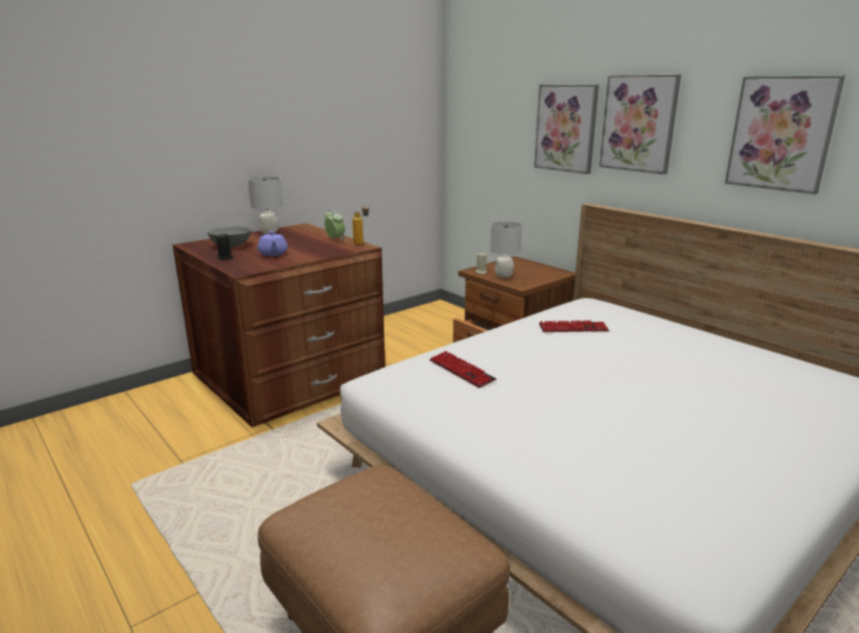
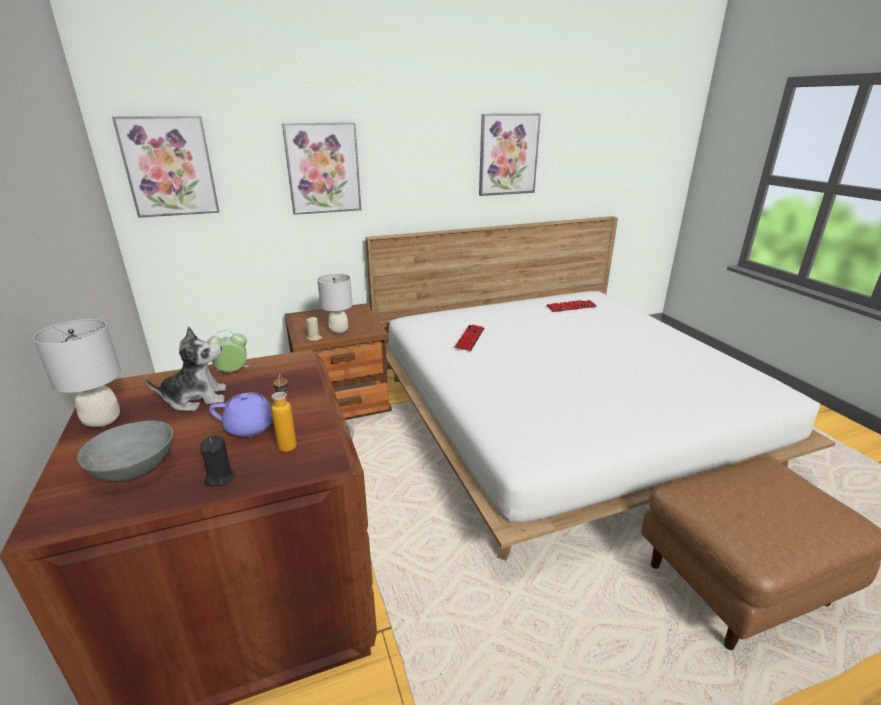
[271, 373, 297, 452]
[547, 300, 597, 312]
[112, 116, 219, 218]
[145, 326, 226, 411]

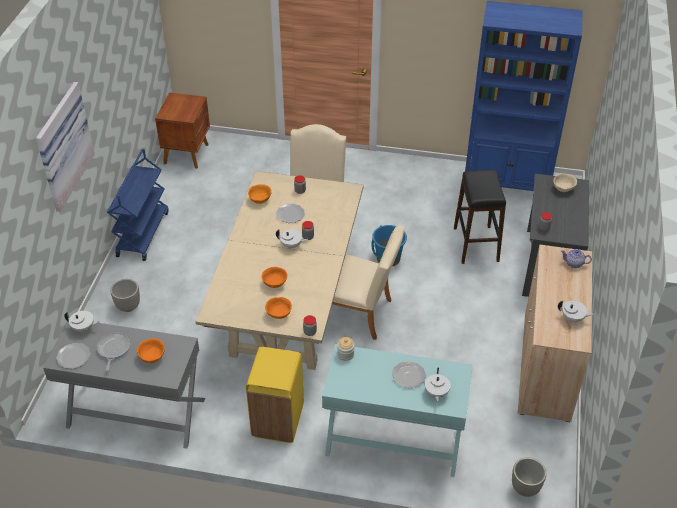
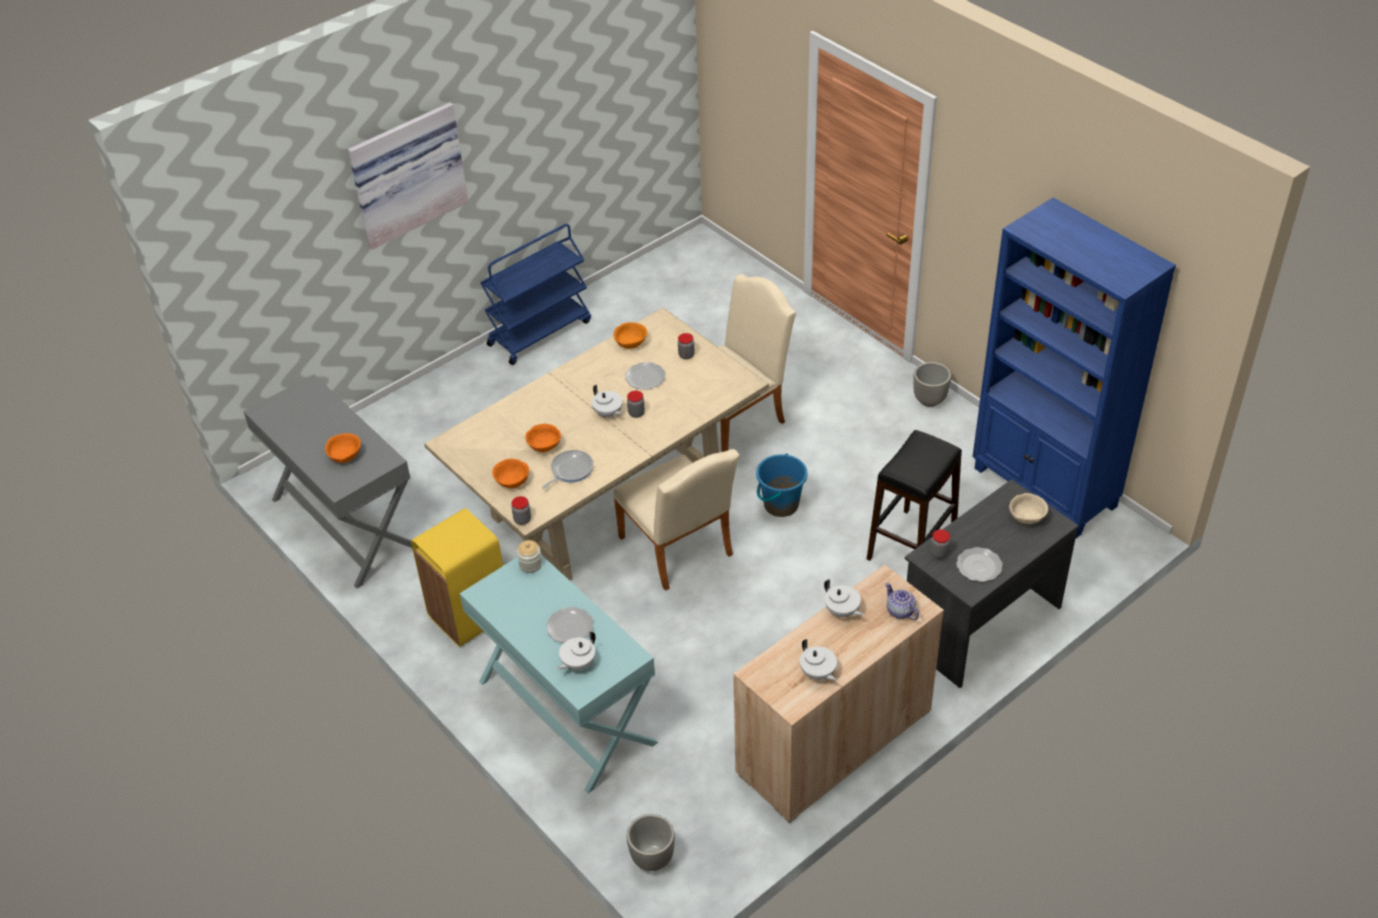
[956, 547, 1003, 582]
[824, 579, 864, 617]
[542, 450, 593, 489]
[913, 362, 951, 407]
[155, 92, 210, 169] (first image)

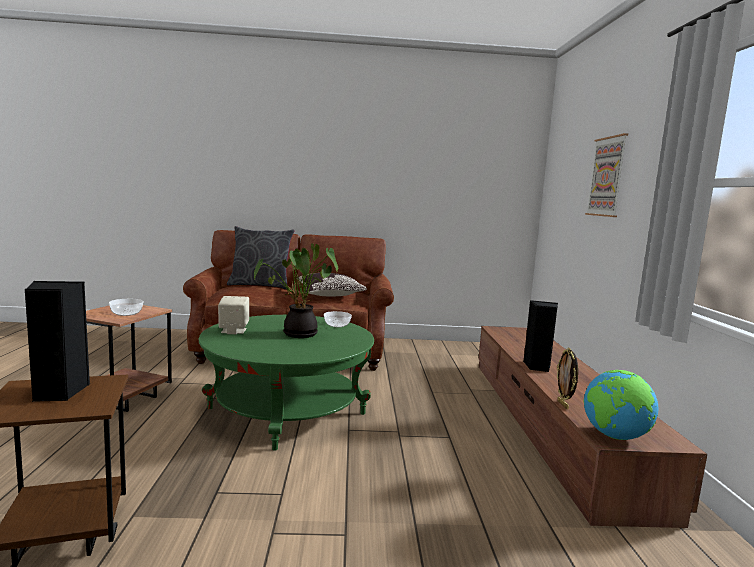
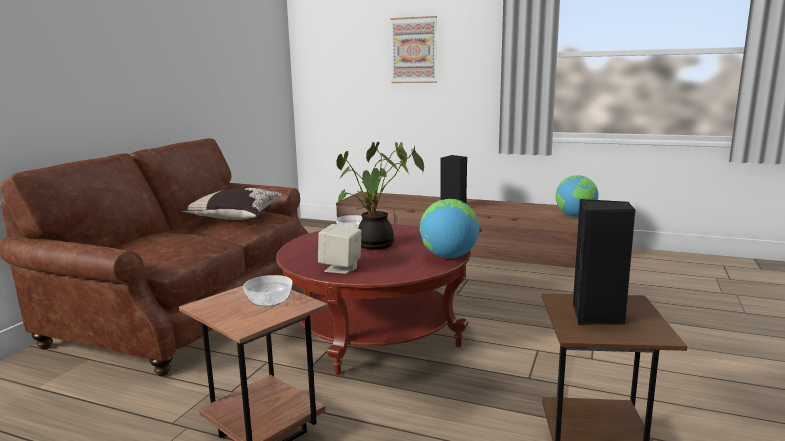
[276, 224, 471, 375]
[227, 226, 294, 290] (first image)
[557, 348, 578, 409] (first image)
[420, 199, 479, 258]

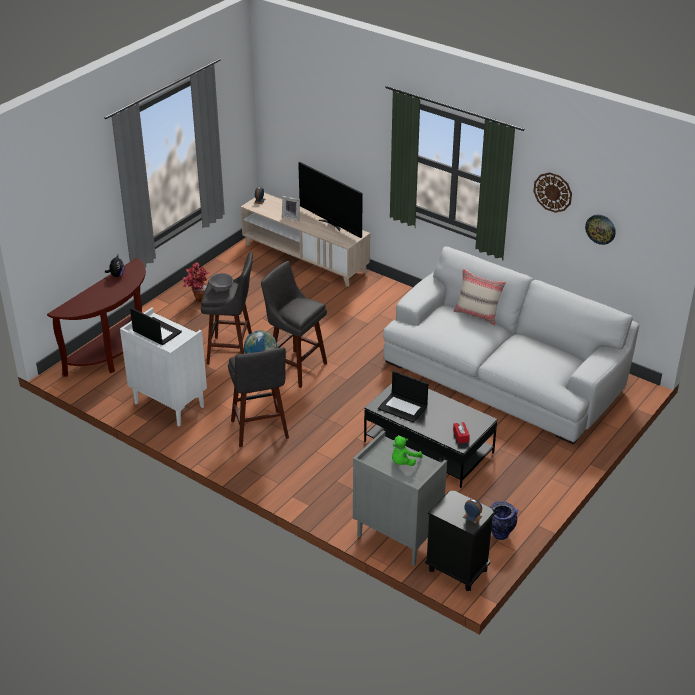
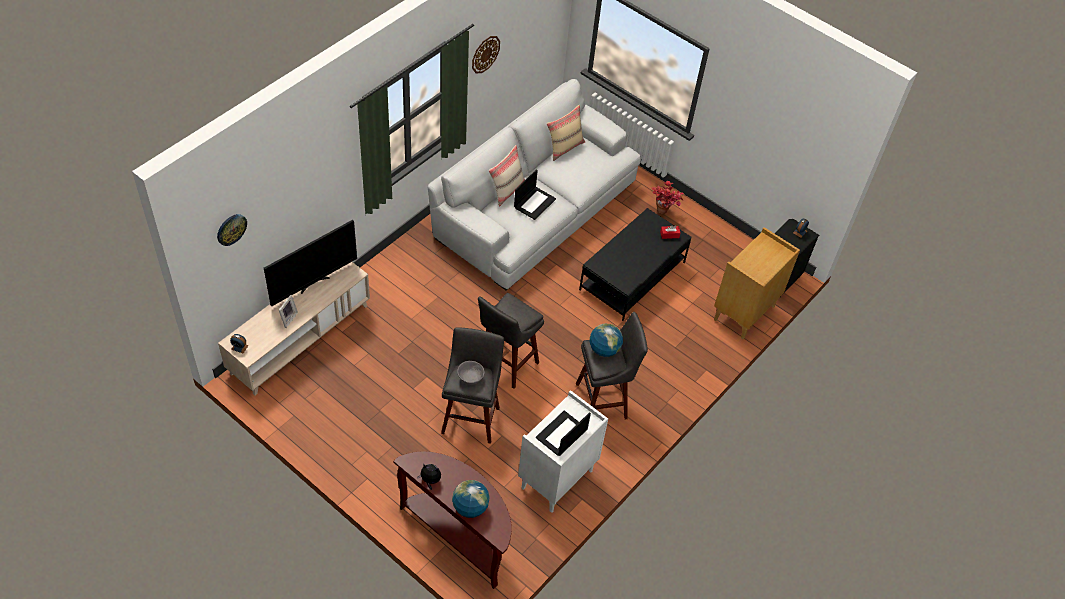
[652, 181, 684, 214]
[714, 227, 800, 339]
[514, 169, 556, 220]
[392, 436, 422, 466] (first image)
[490, 501, 518, 540] (first image)
[217, 214, 247, 246]
[452, 480, 490, 518]
[547, 105, 585, 161]

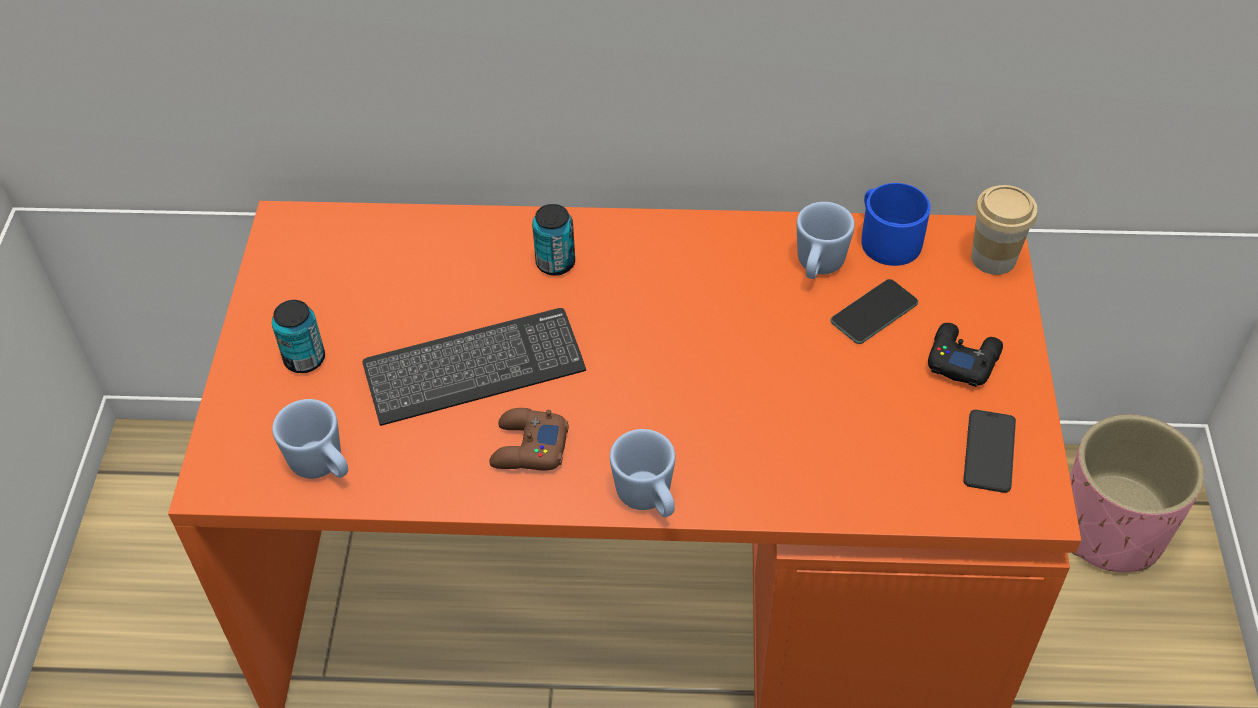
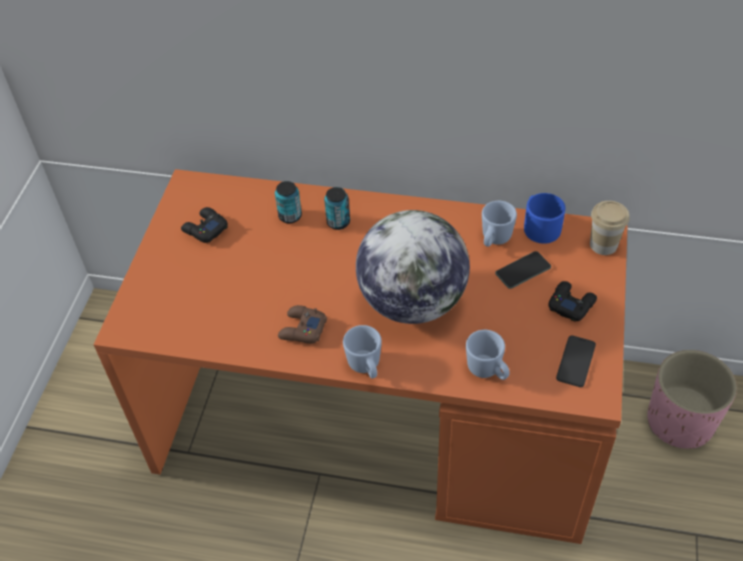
[275, 181, 302, 224]
[466, 330, 510, 380]
[363, 308, 586, 426] (first image)
[181, 207, 228, 243]
[356, 210, 470, 324]

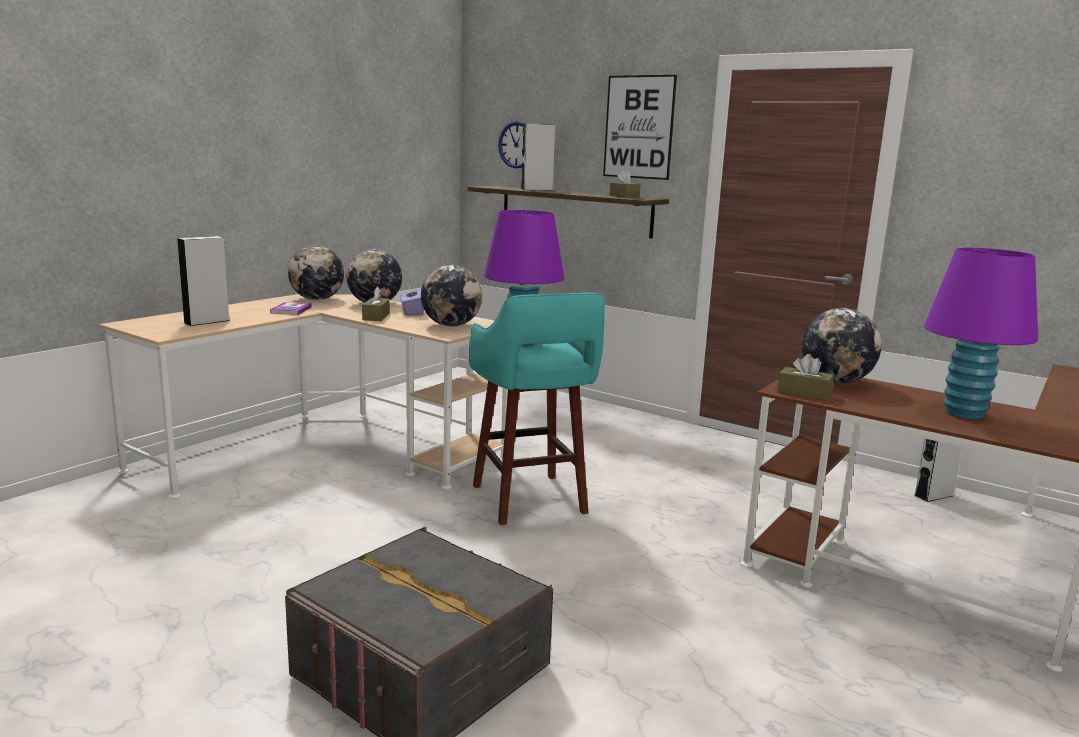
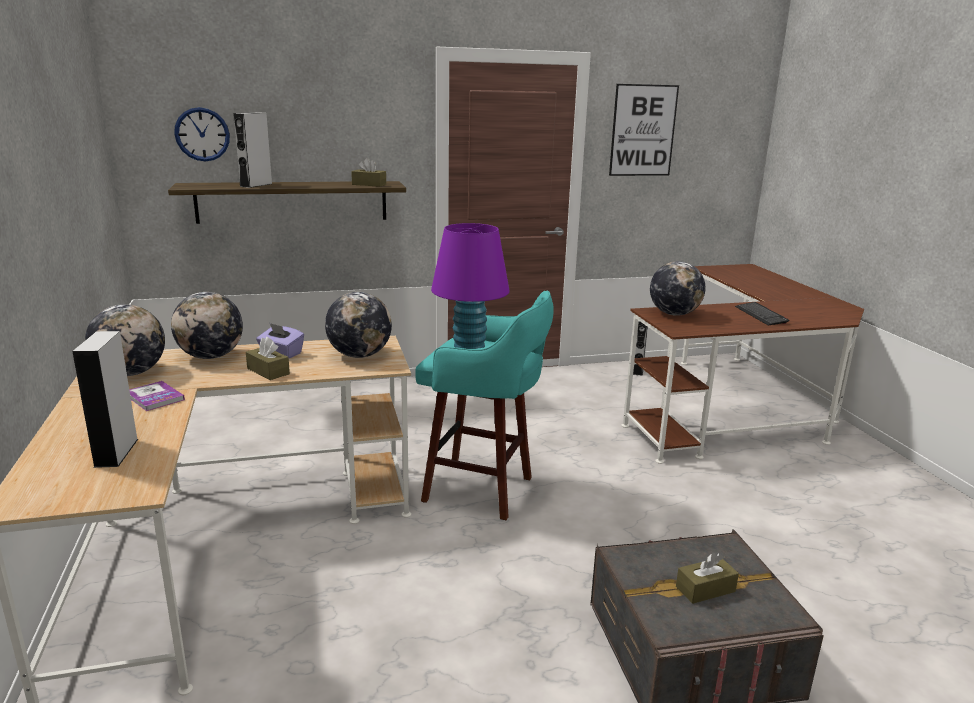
[609, 84, 679, 176]
[676, 553, 739, 604]
[735, 302, 789, 325]

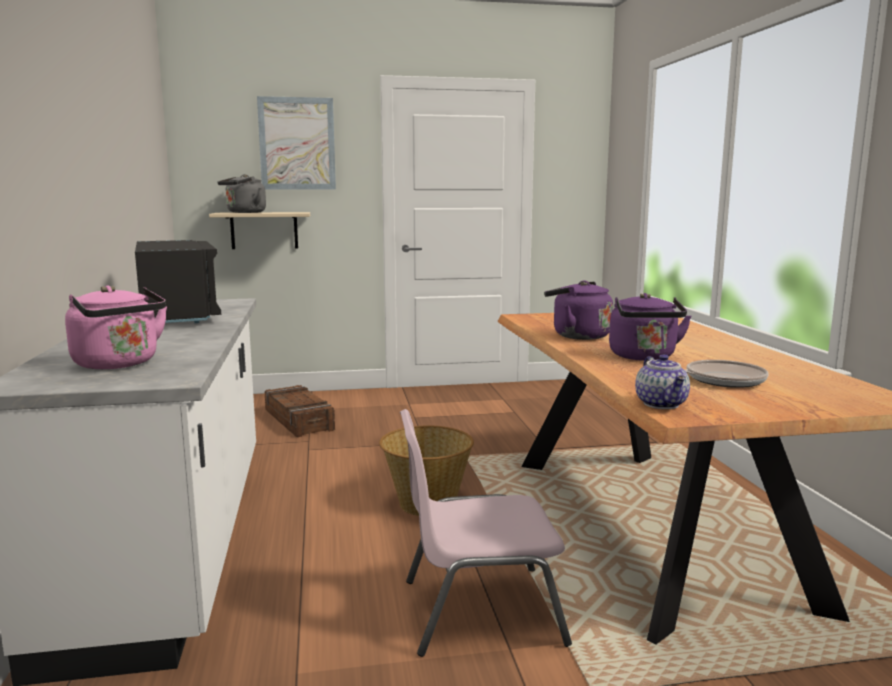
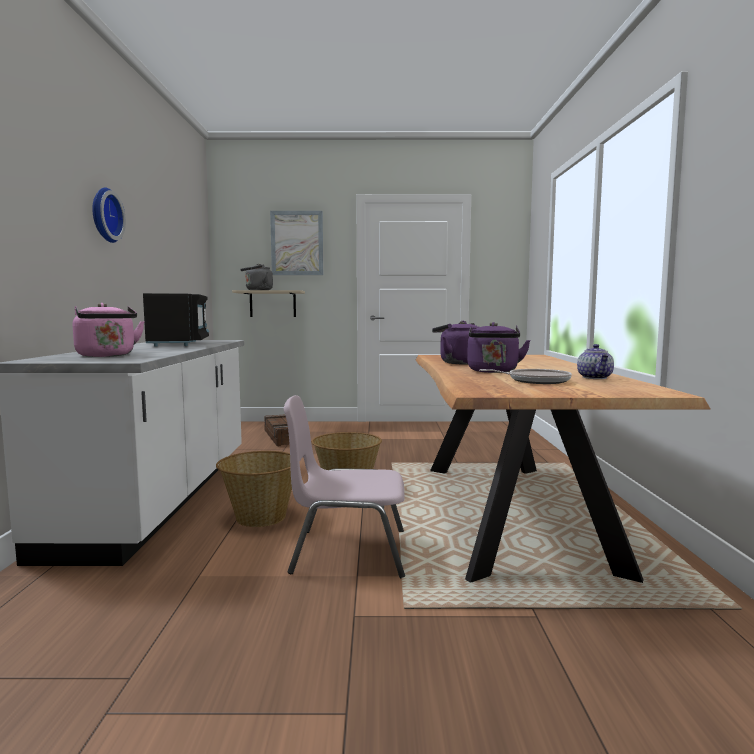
[577, 344, 614, 379]
[92, 187, 126, 243]
[216, 451, 292, 527]

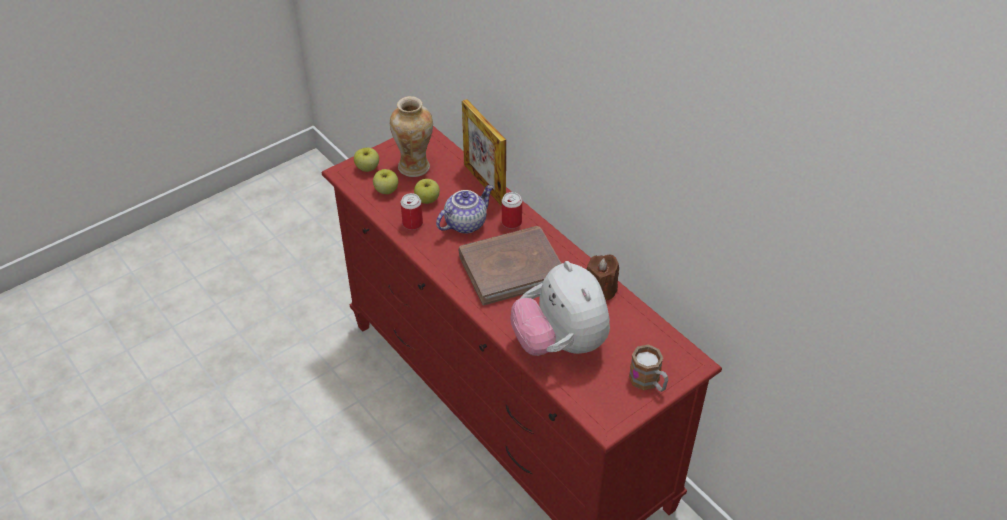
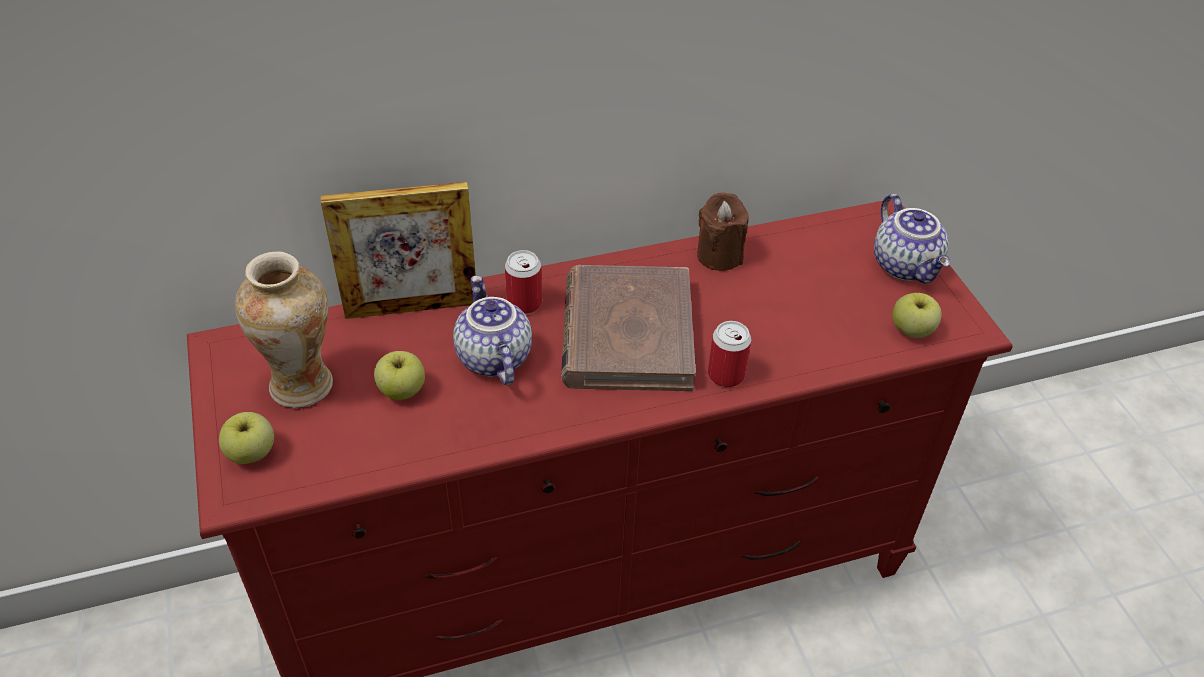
[892, 293, 941, 338]
[708, 321, 751, 387]
[510, 261, 610, 356] (first image)
[874, 194, 950, 283]

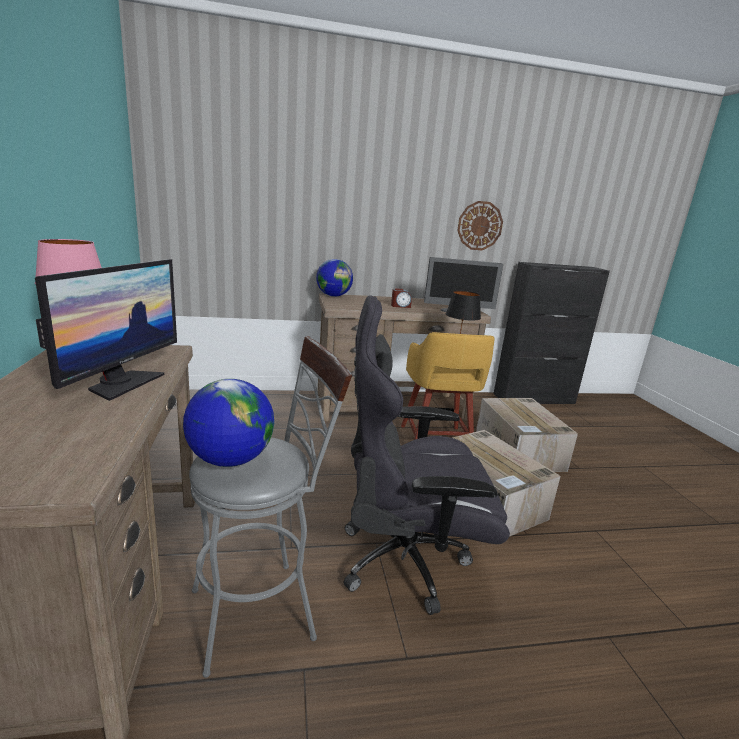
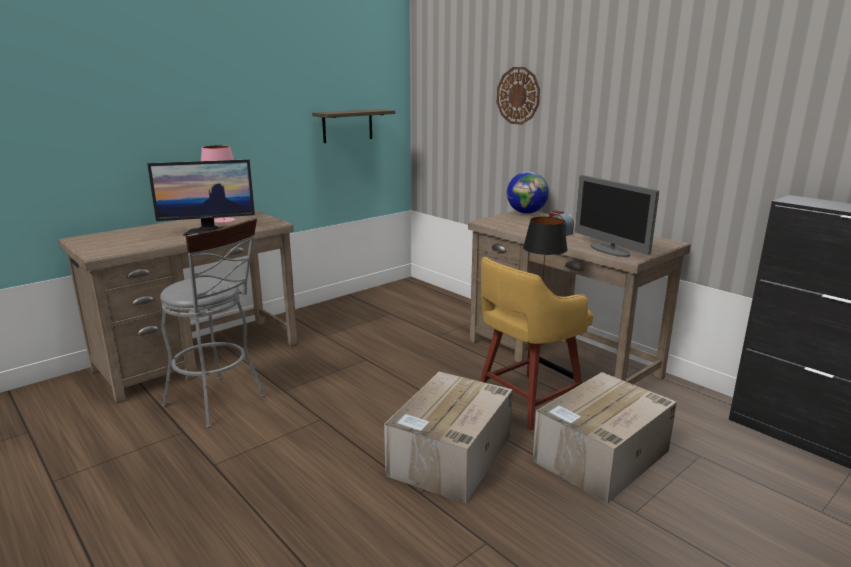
[183, 379, 274, 467] (first image)
[344, 295, 510, 615] (first image)
[497, 67, 540, 125]
[312, 109, 395, 143]

